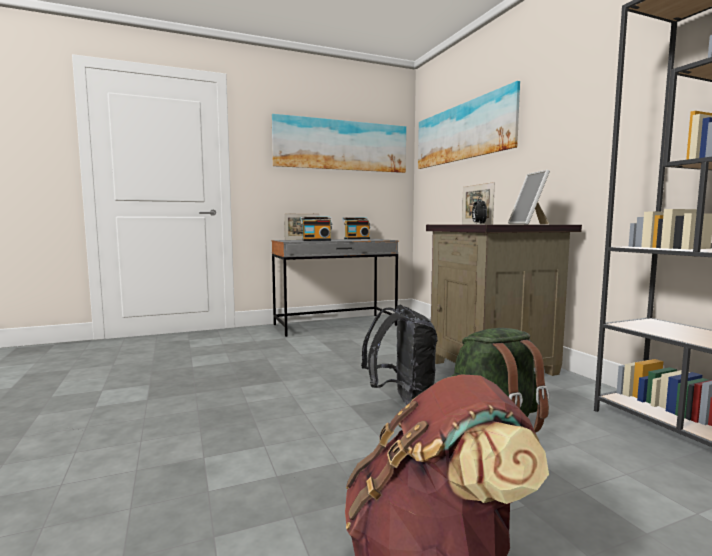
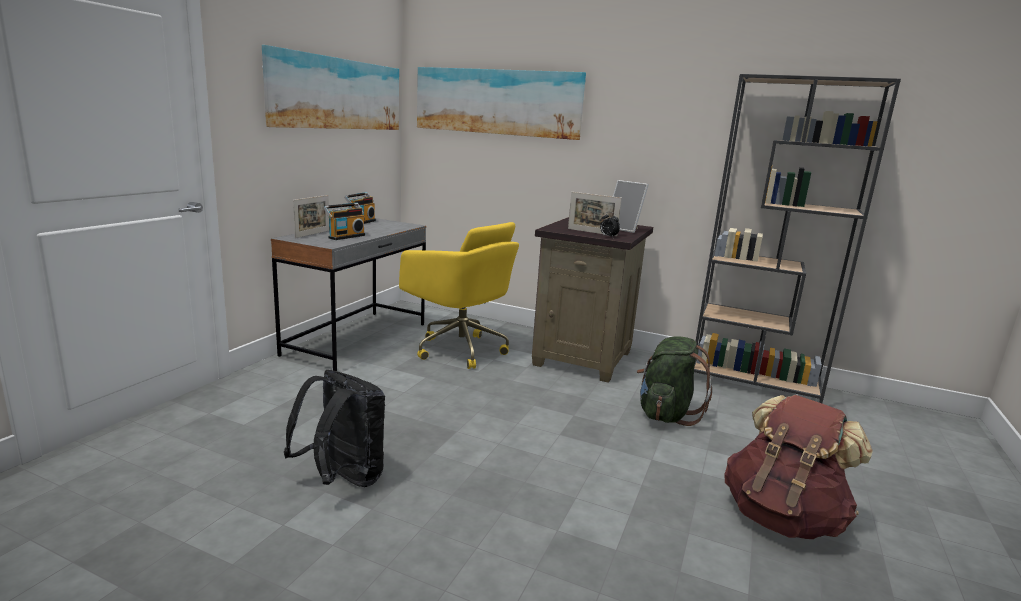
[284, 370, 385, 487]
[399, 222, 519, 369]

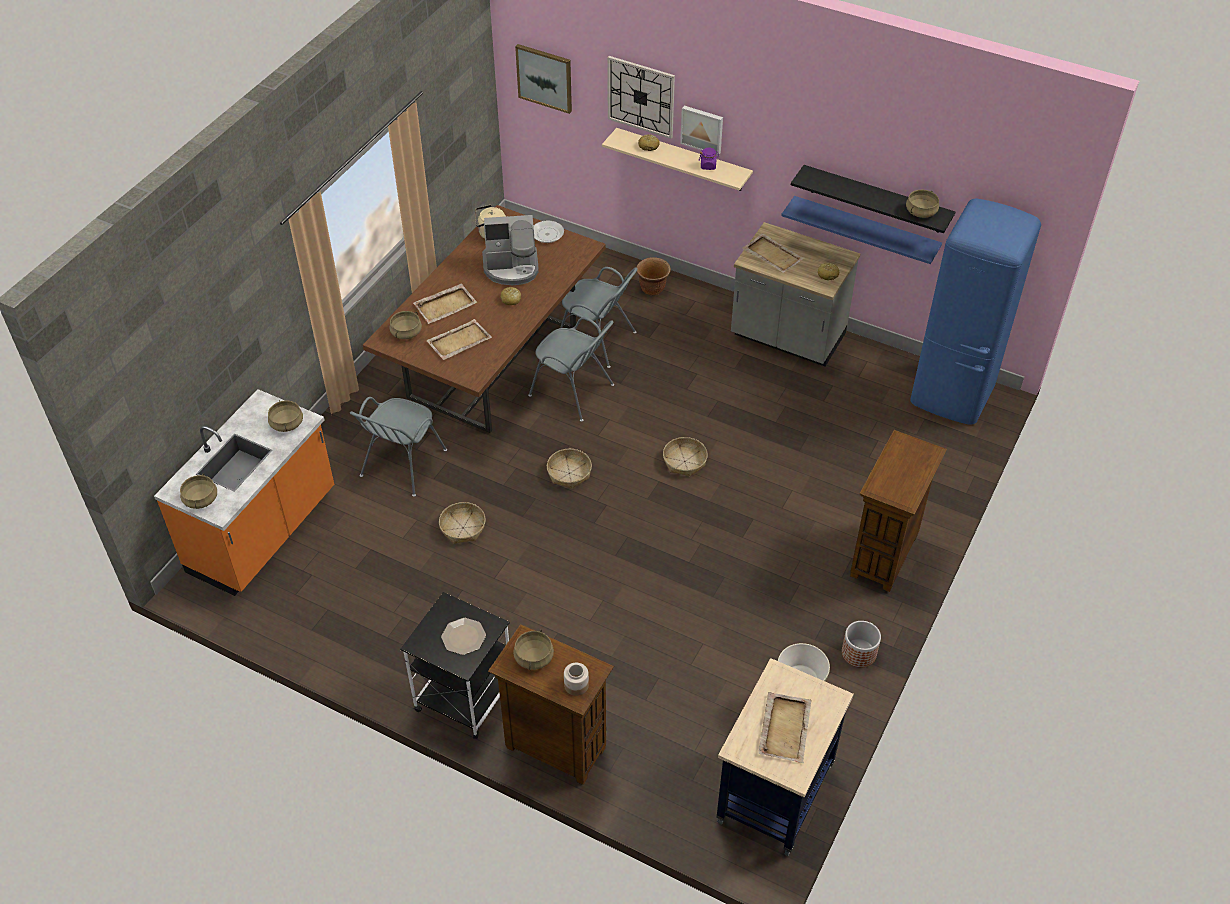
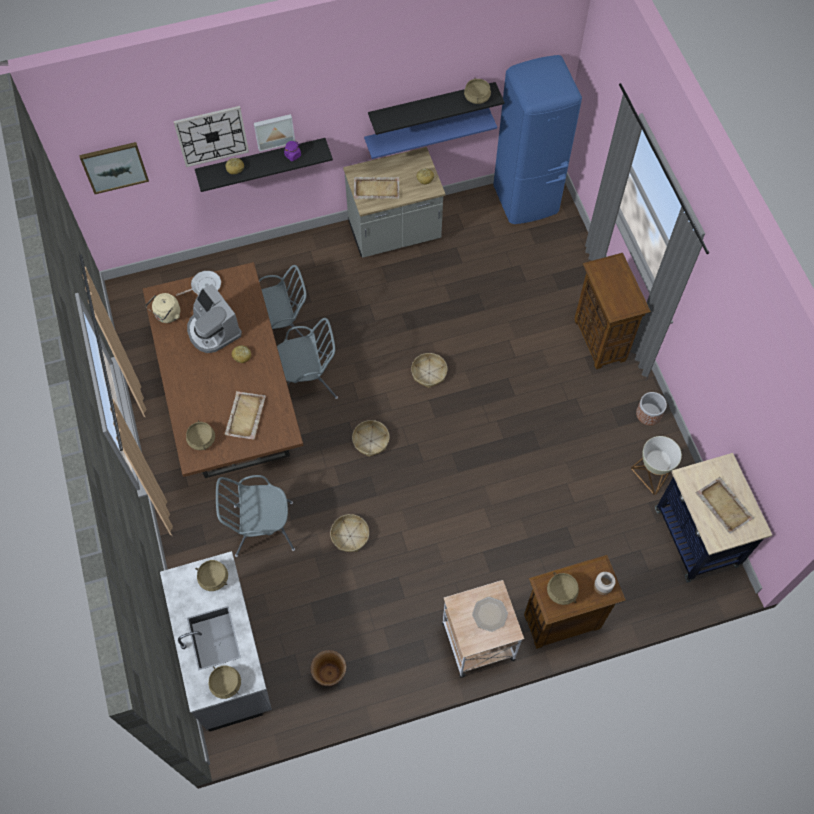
[160, 551, 272, 732]
[216, 475, 295, 557]
[442, 580, 524, 678]
[413, 283, 477, 324] (first image)
[187, 284, 242, 353]
[195, 138, 333, 192]
[311, 650, 346, 686]

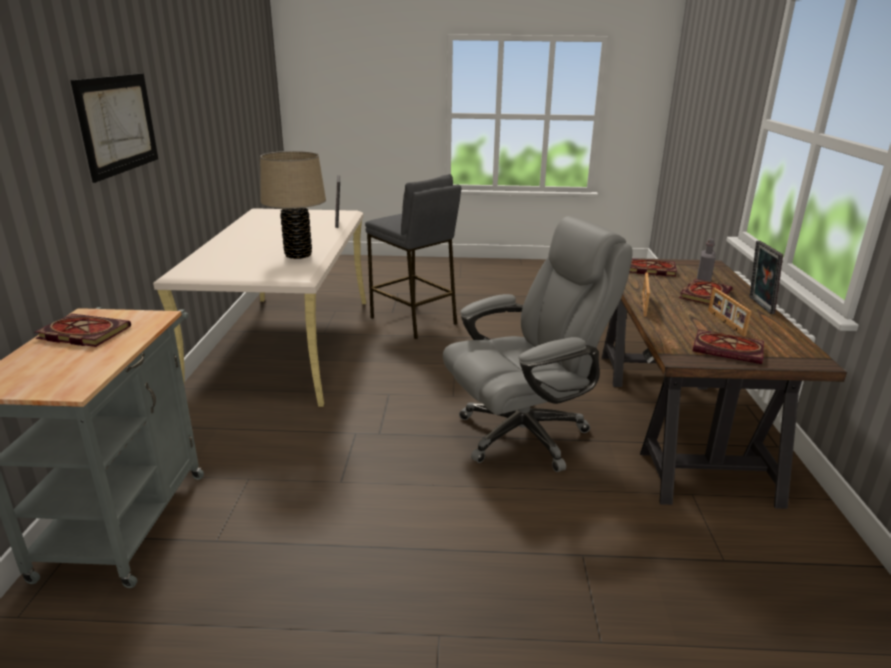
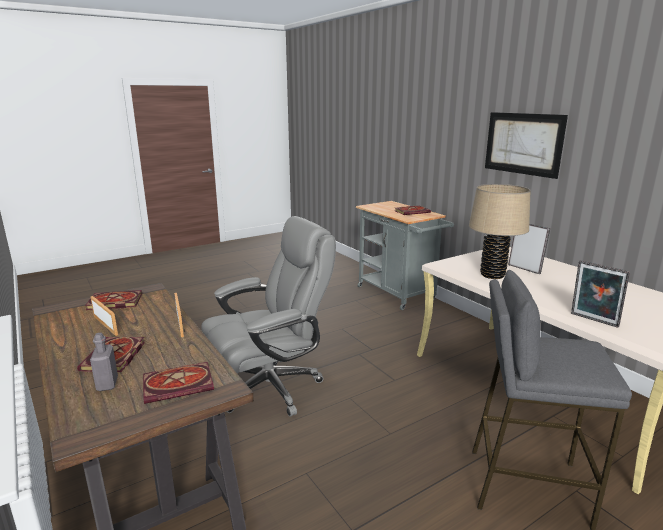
[201, 216, 336, 417]
[508, 224, 550, 274]

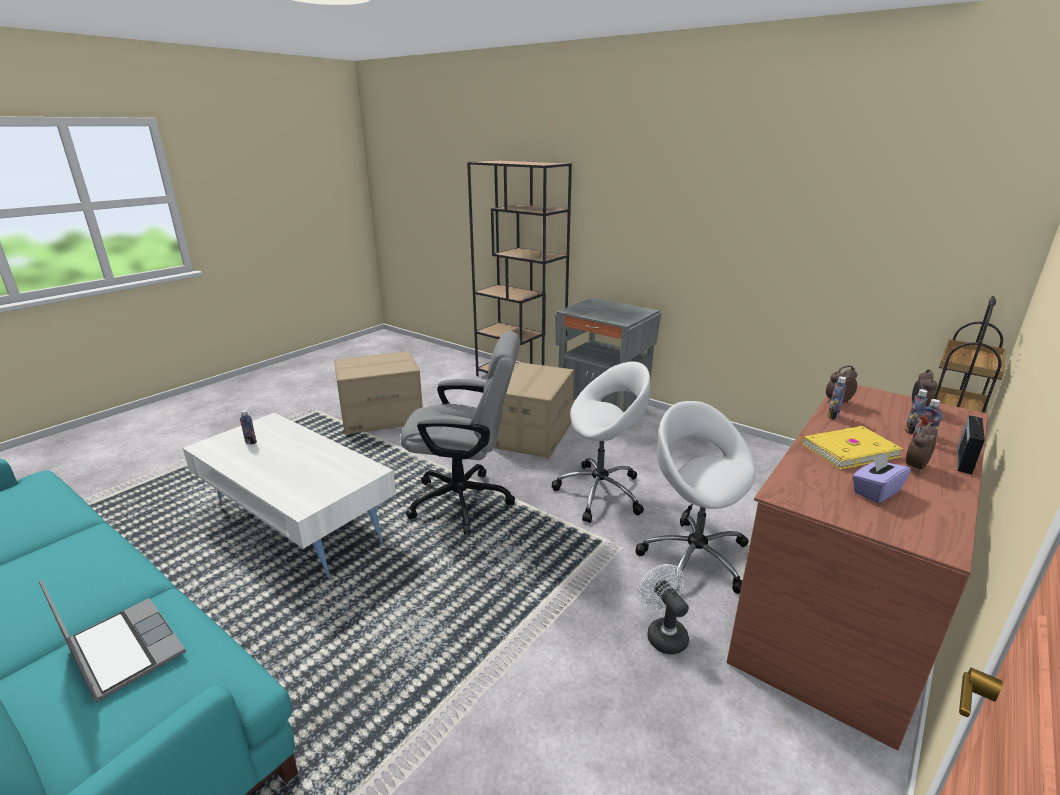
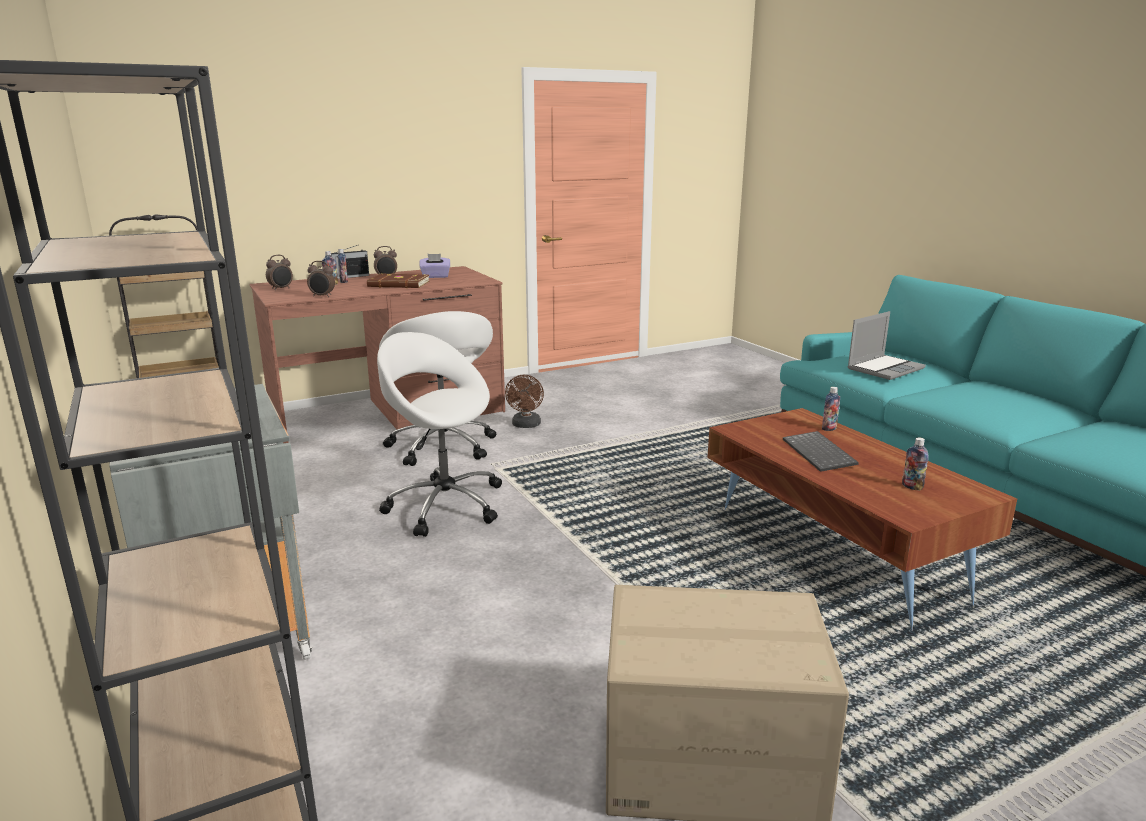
[847, 311, 926, 380]
[708, 408, 1017, 631]
[401, 331, 520, 534] (first image)
[494, 362, 574, 458] (first image)
[505, 375, 544, 428]
[367, 273, 430, 288]
[822, 387, 840, 431]
[783, 431, 858, 472]

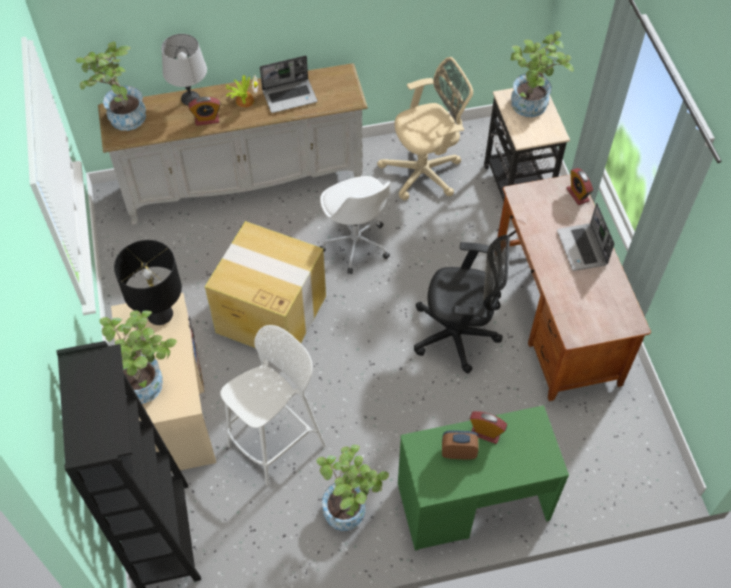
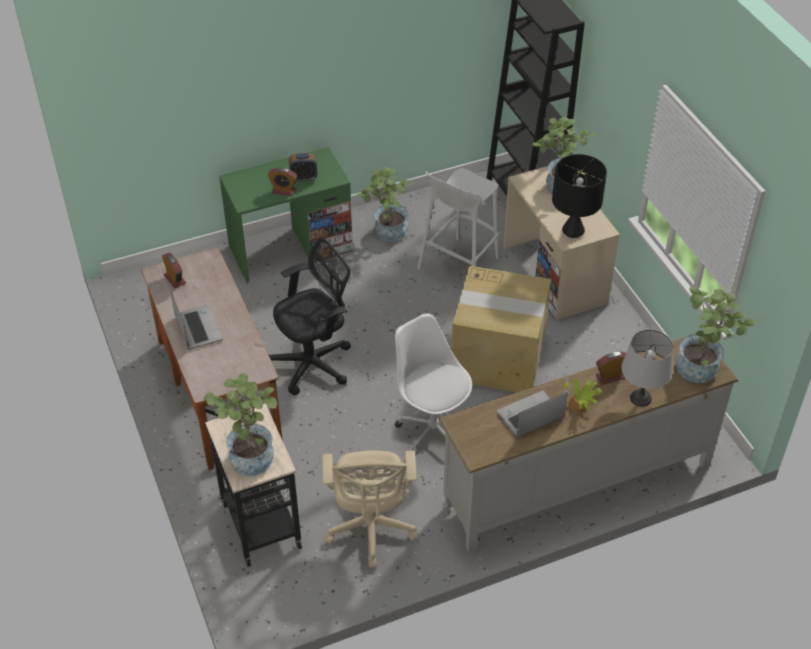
[322, 450, 418, 568]
[269, 238, 351, 395]
[162, 253, 186, 288]

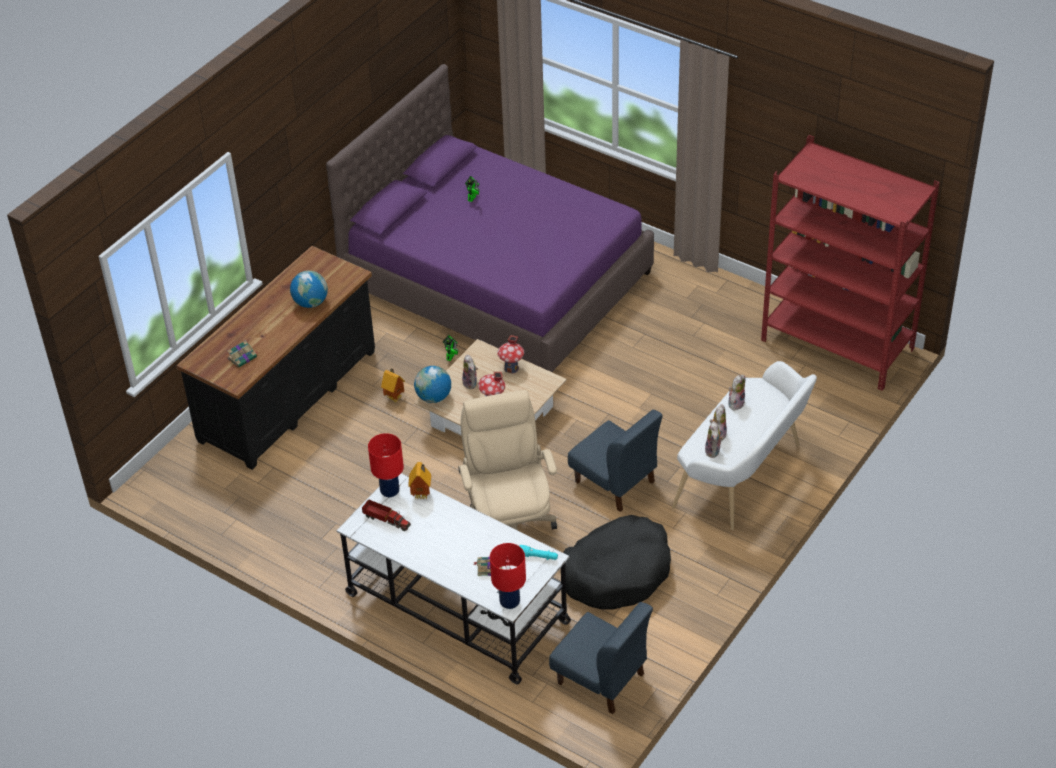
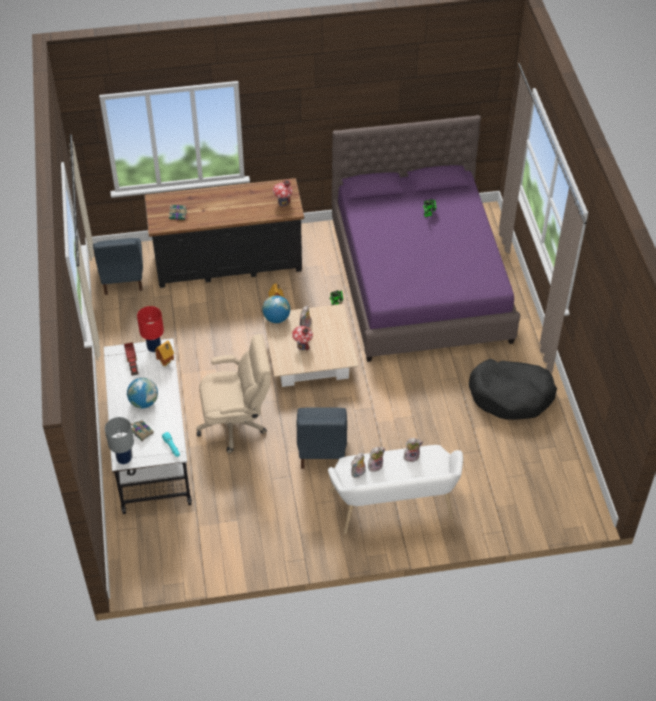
[127, 378, 158, 409]
[196, 334, 271, 453]
[105, 417, 134, 464]
[273, 179, 293, 206]
[93, 238, 143, 295]
[469, 359, 557, 420]
[761, 135, 940, 391] (first image)

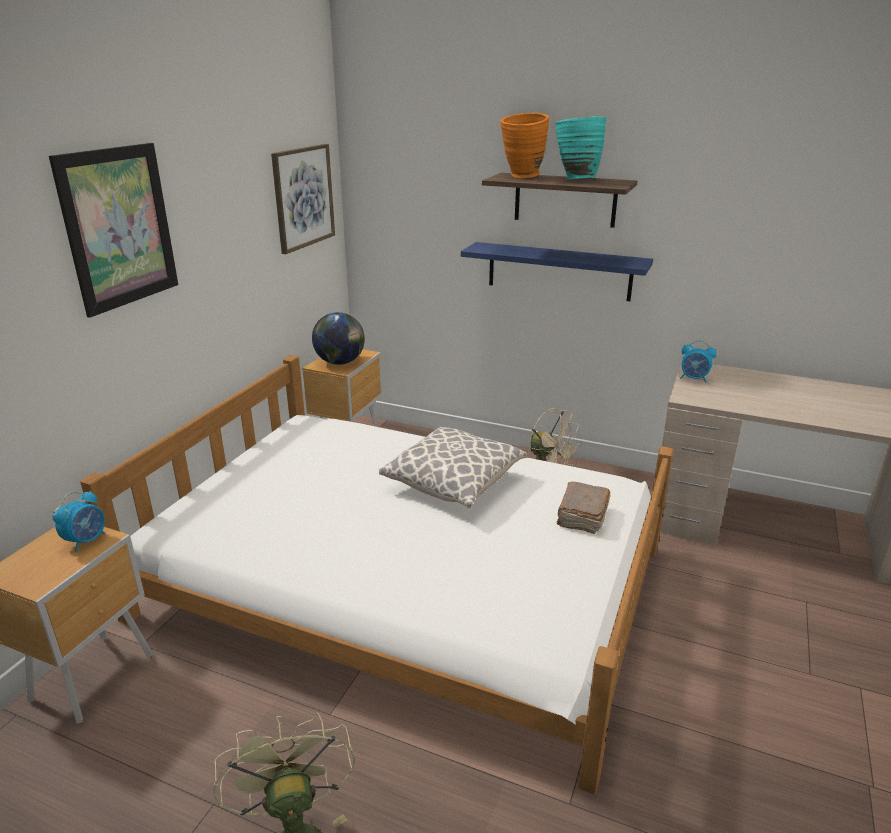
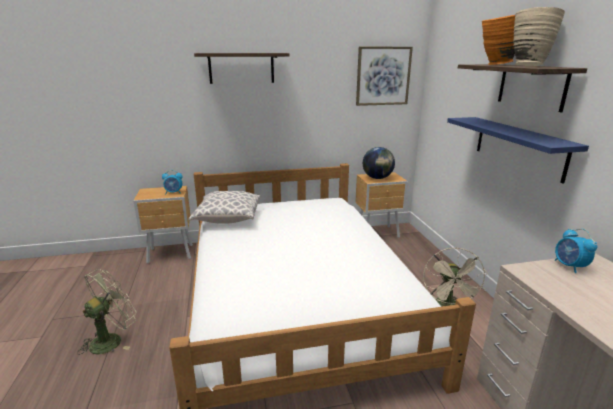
[194, 53, 289, 84]
[188, 191, 260, 224]
[513, 7, 565, 66]
[557, 482, 611, 534] (first image)

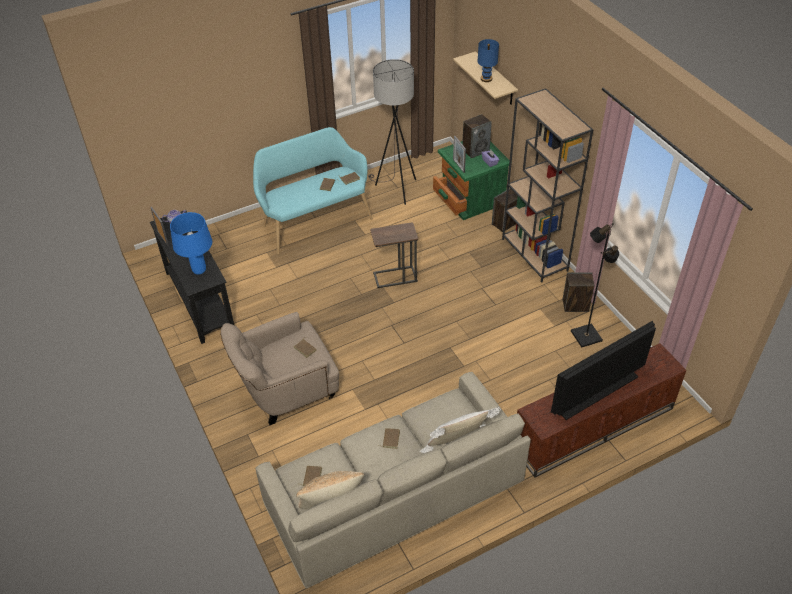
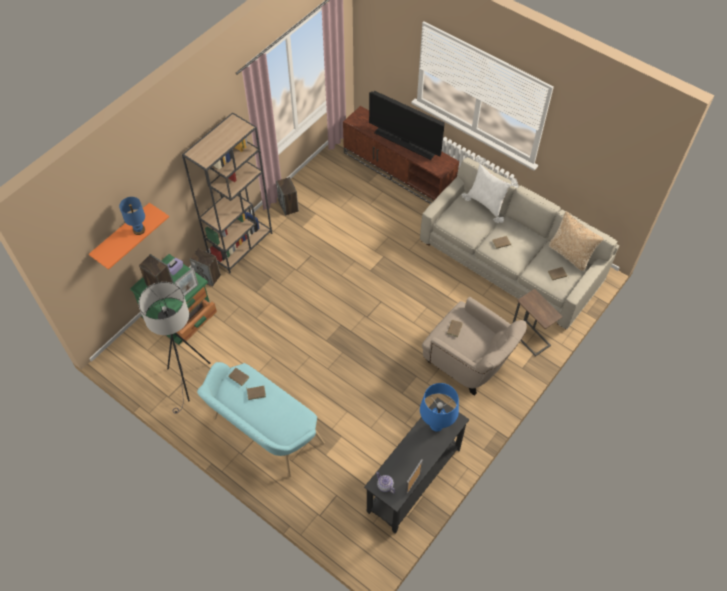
[513, 289, 562, 357]
[89, 203, 169, 270]
[571, 223, 619, 347] (first image)

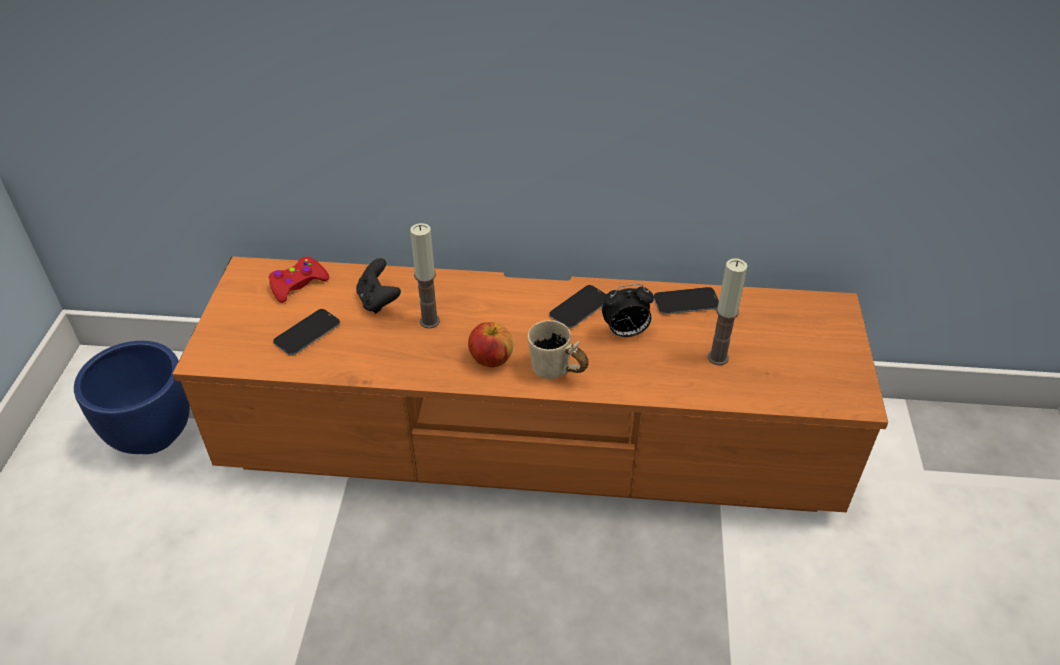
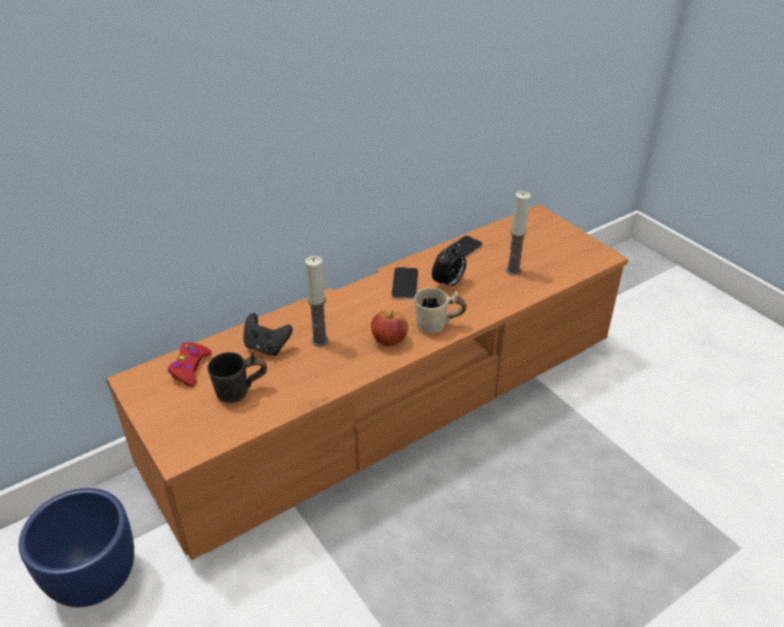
[207, 351, 267, 403]

